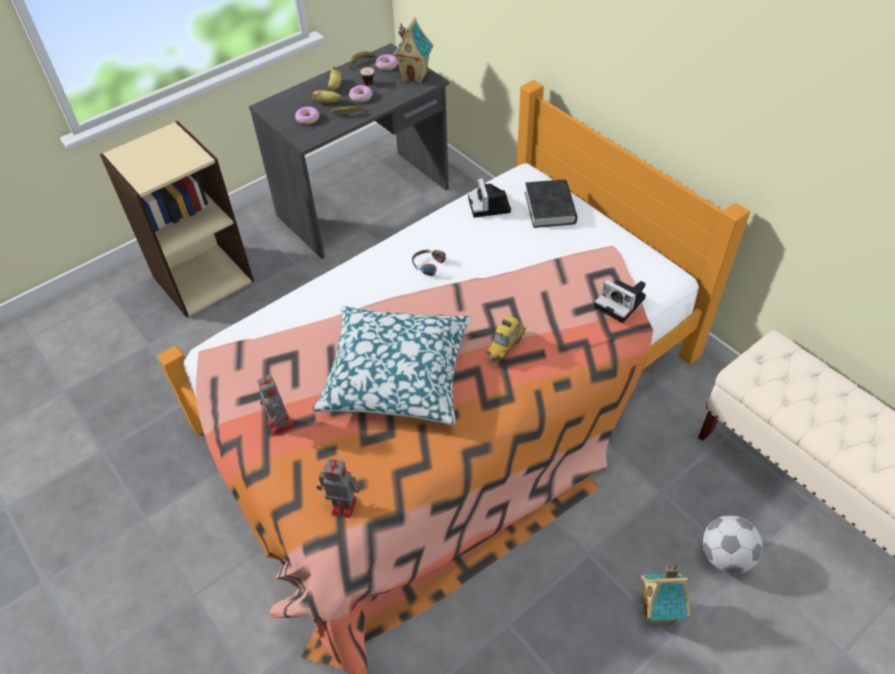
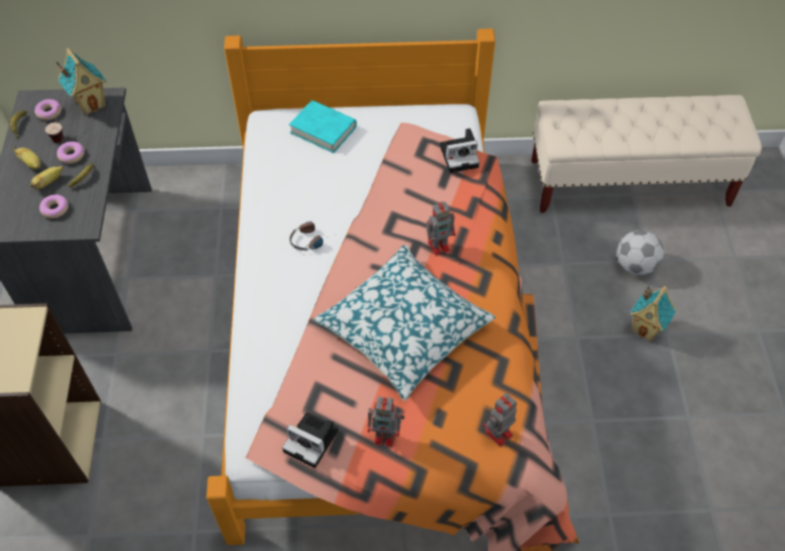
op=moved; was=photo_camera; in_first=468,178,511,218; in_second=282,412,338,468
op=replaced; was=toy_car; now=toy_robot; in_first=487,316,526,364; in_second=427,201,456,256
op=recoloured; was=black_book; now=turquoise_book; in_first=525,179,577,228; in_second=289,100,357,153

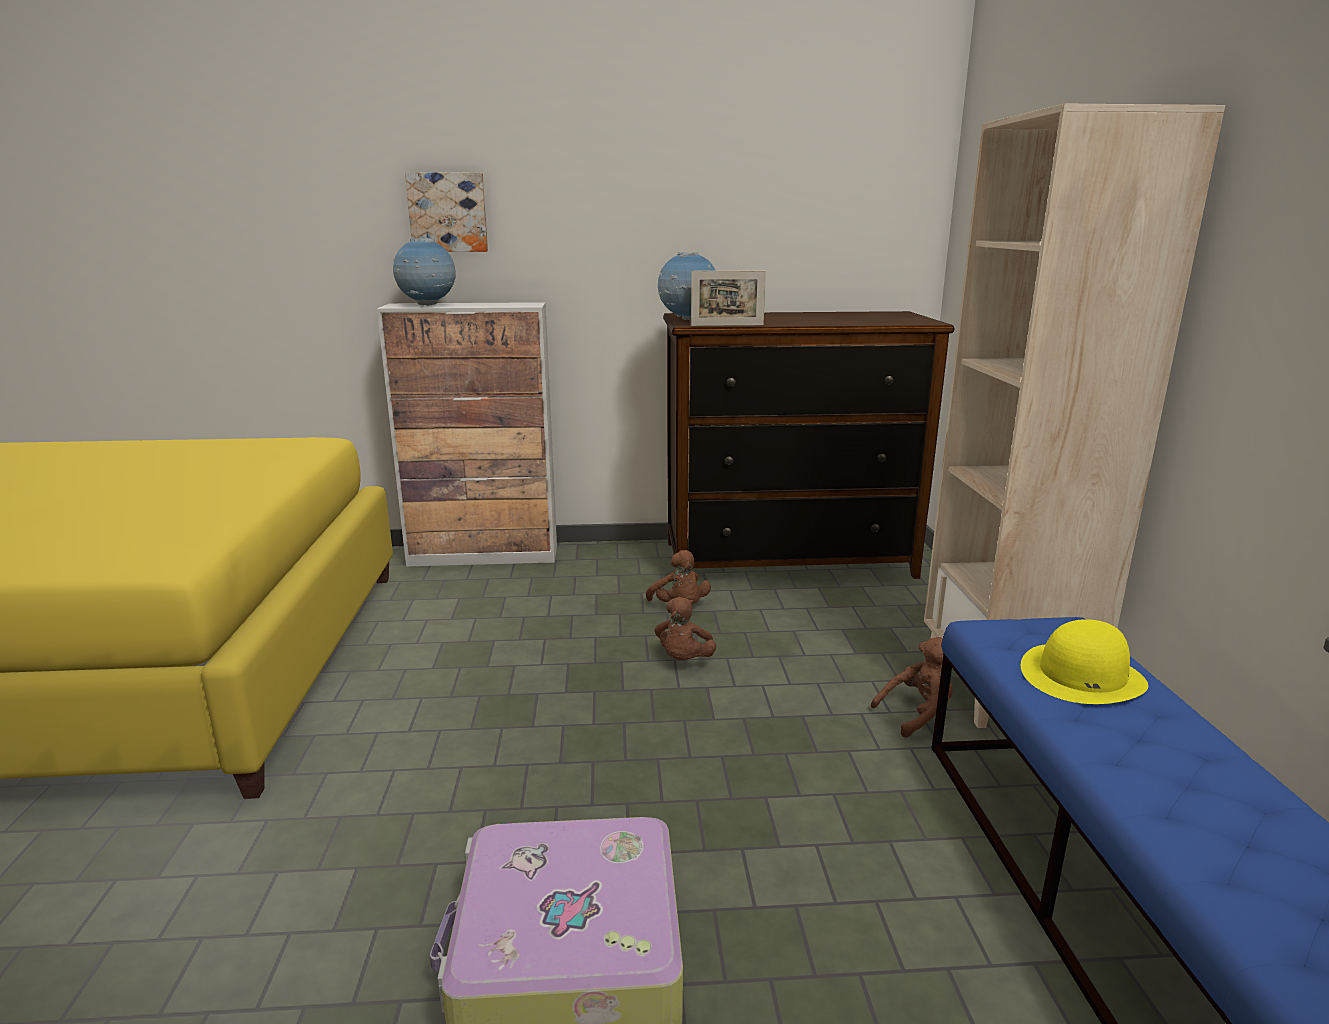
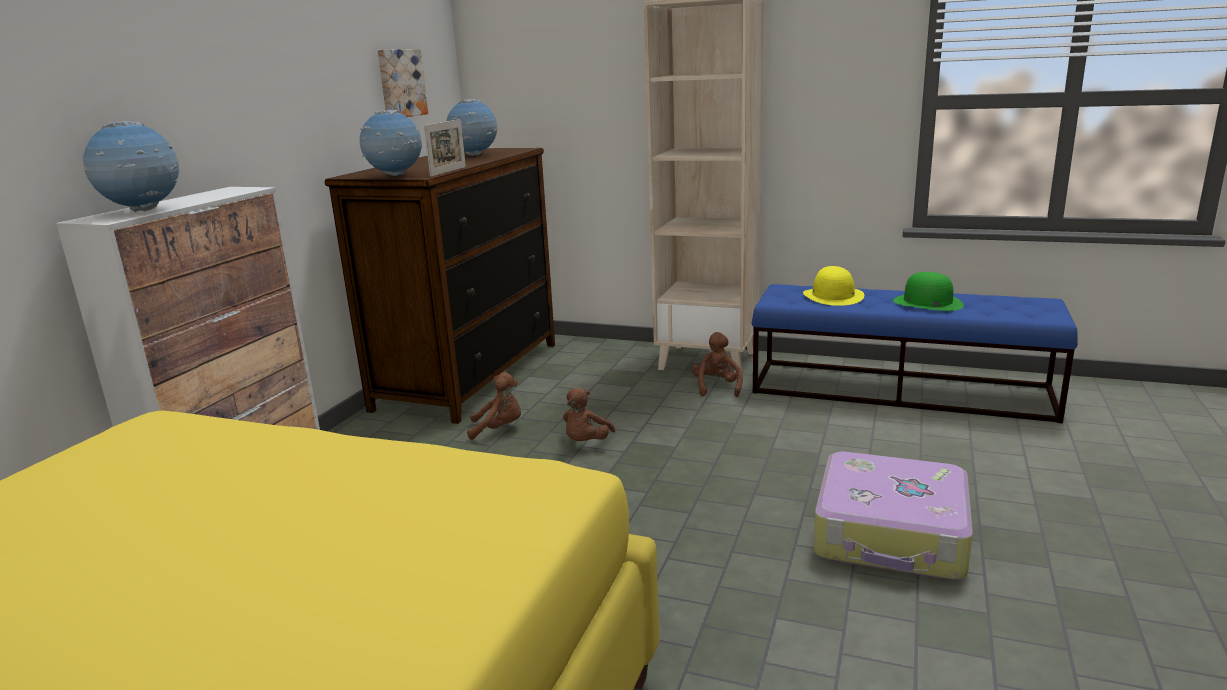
op=added; now=globe; in_second=446,99,498,156
op=added; now=green_hat; in_second=893,272,964,311
op=moved; was=picture; in_first=405,172,488,252; in_second=377,49,428,117
op=turned; was=brown_plush_toy; in_first=654,597,716,660; in_second=563,388,615,441; clockwise=75

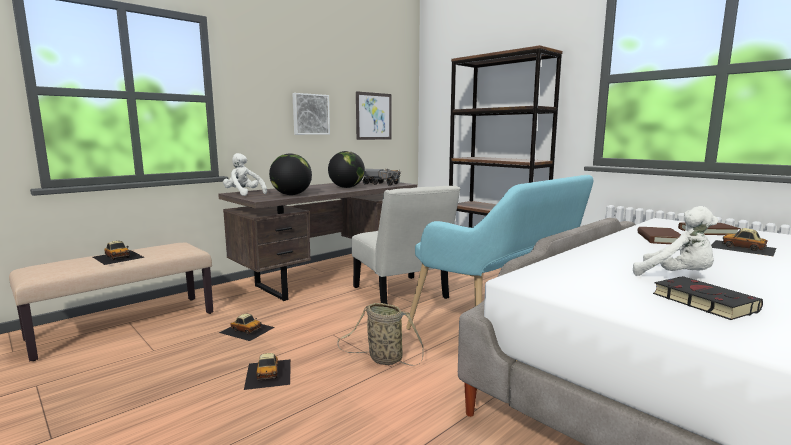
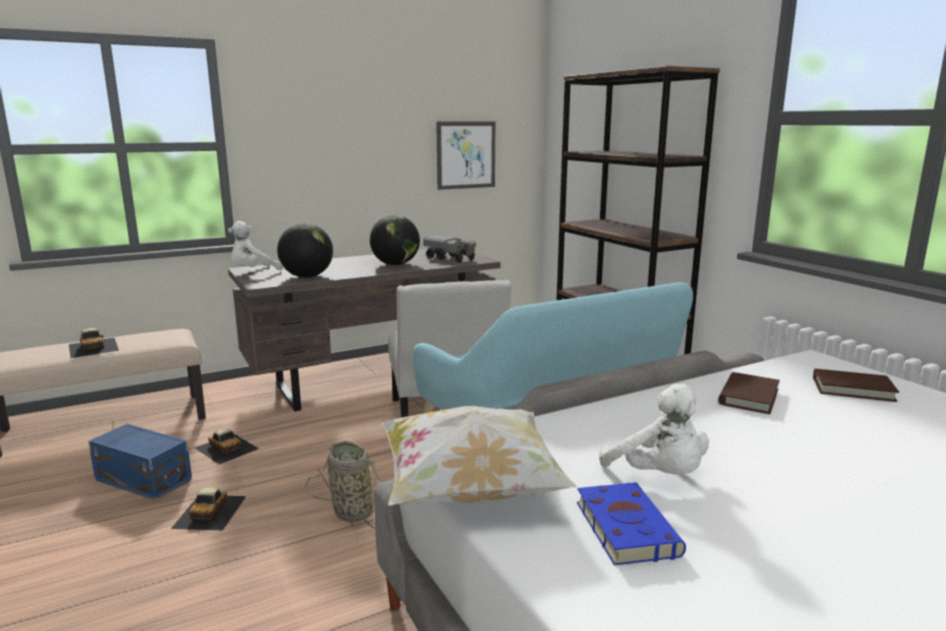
op=removed; was=picture; in_first=292,93,330,135
op=removed; was=toy_car; in_first=711,228,776,256
op=added; now=blue_storage_box; in_second=88,424,192,501
op=added; now=pillow; in_second=381,406,577,505
op=recoloured; was=black_book; now=blue_book; in_first=653,276,763,320; in_second=577,482,686,565
op=turned; was=white_plush_toy; in_first=223,153,267,196; in_second=228,221,283,270; clockwise=-90

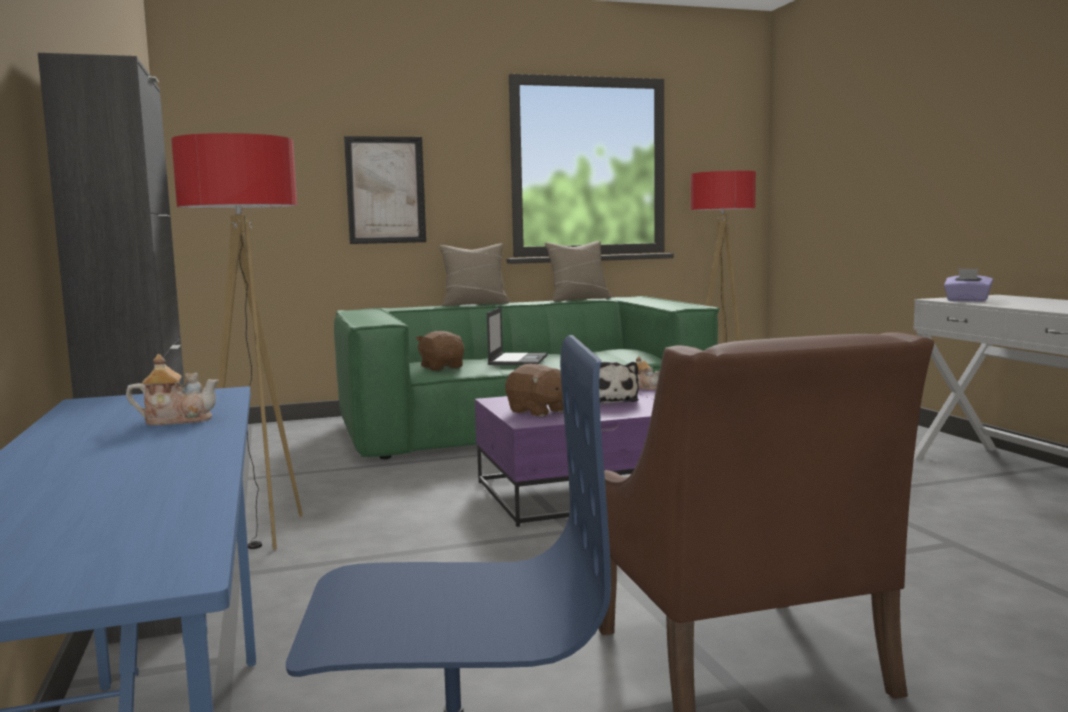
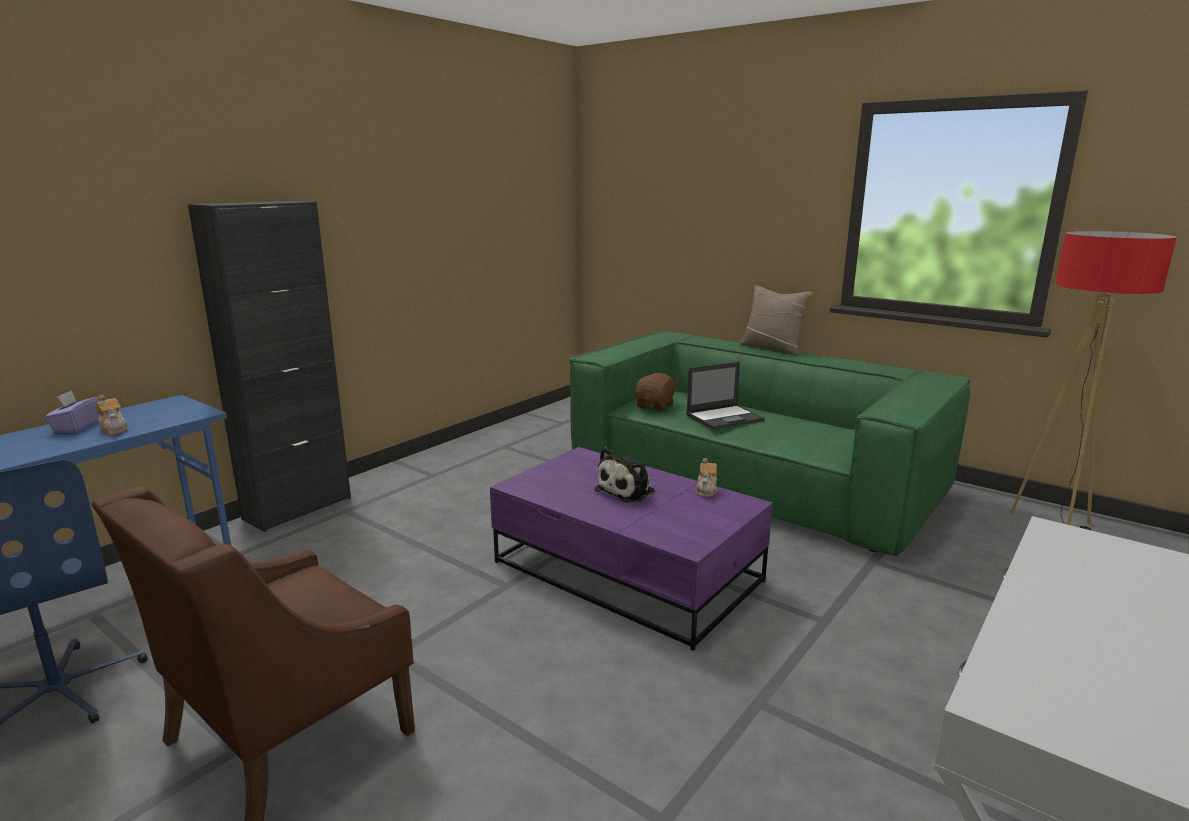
op=removed; was=floor_lamp; in_first=171,133,303,550
op=removed; was=picture; in_first=344,136,426,244
op=removed; was=brown_plush_toy; in_first=505,364,563,417
op=removed; was=beige_pillow; in_first=545,241,611,302
op=moved; was=purple_tissue_box; in_first=944,268,993,302; in_second=44,391,99,433

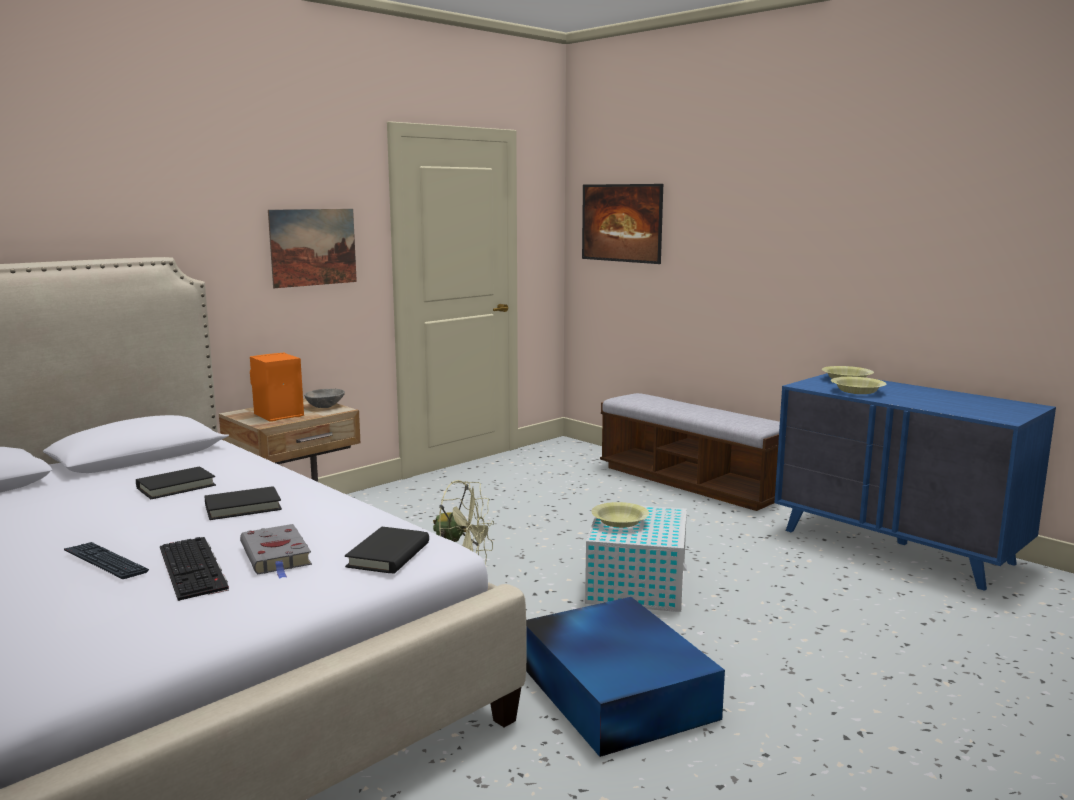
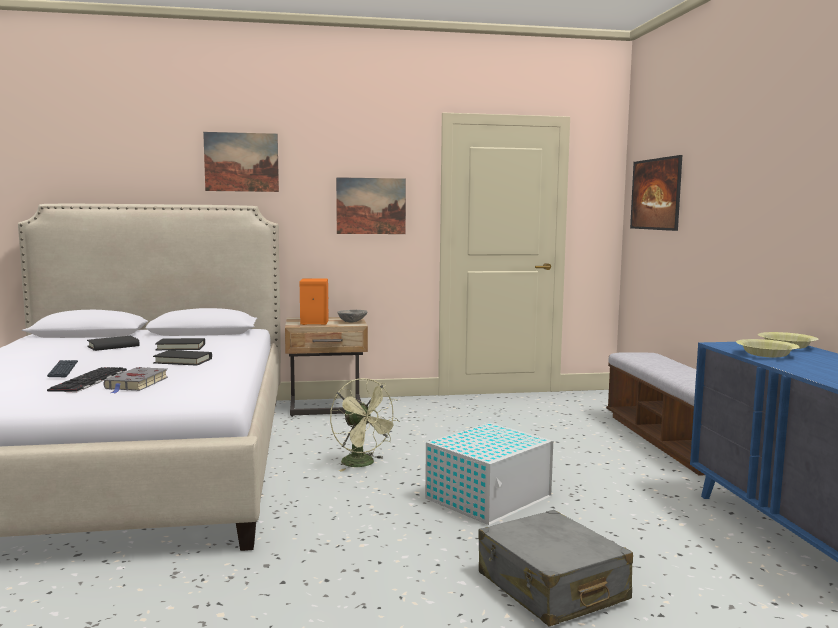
op=removed; was=blue_storage_box; in_first=526,597,725,757
op=removed; was=yellow_bowl; in_first=591,502,649,528
op=added; now=picture; in_second=203,132,279,192
op=added; now=grey_suitcase; in_second=478,510,633,627
op=moved; was=black_book; in_first=345,527,429,574; in_second=87,336,140,351

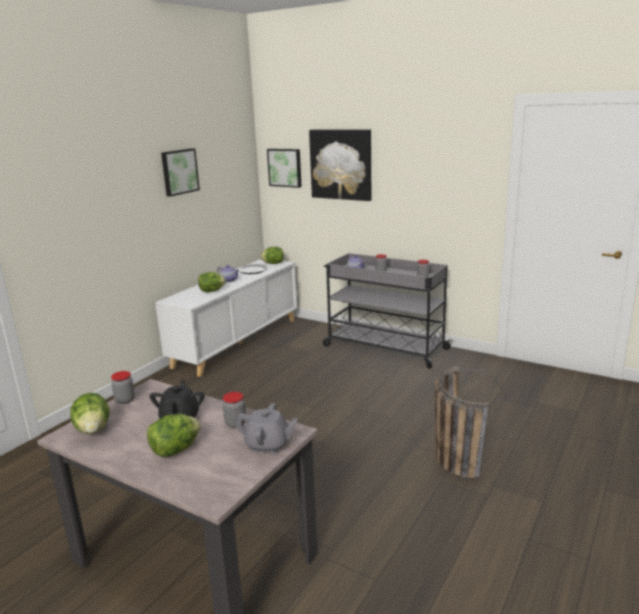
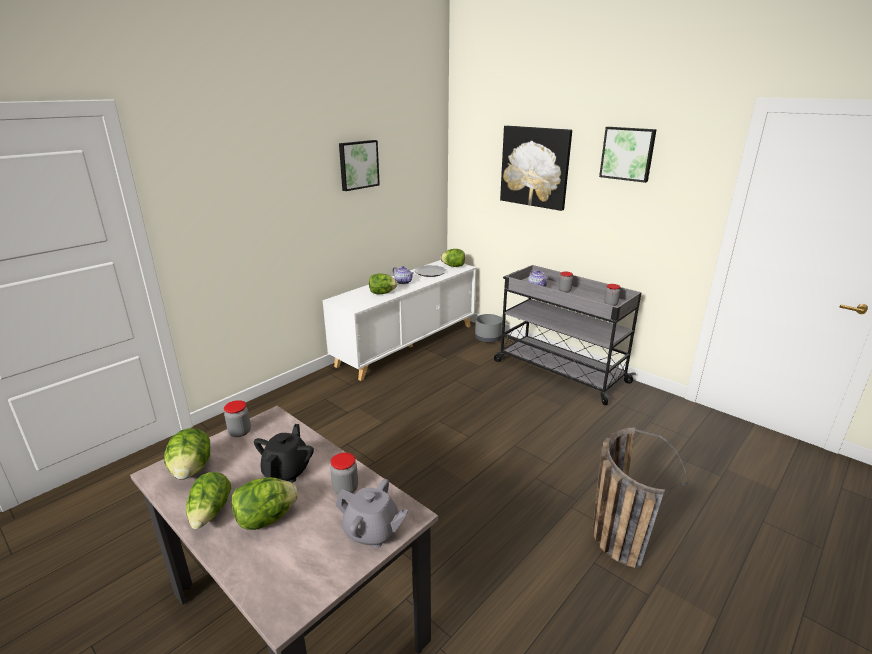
op=added; now=lettuce; in_second=186,472,231,529
op=added; now=grey_planter; in_second=475,314,502,343
op=moved; was=picture; in_first=267,149,302,188; in_second=599,127,657,183

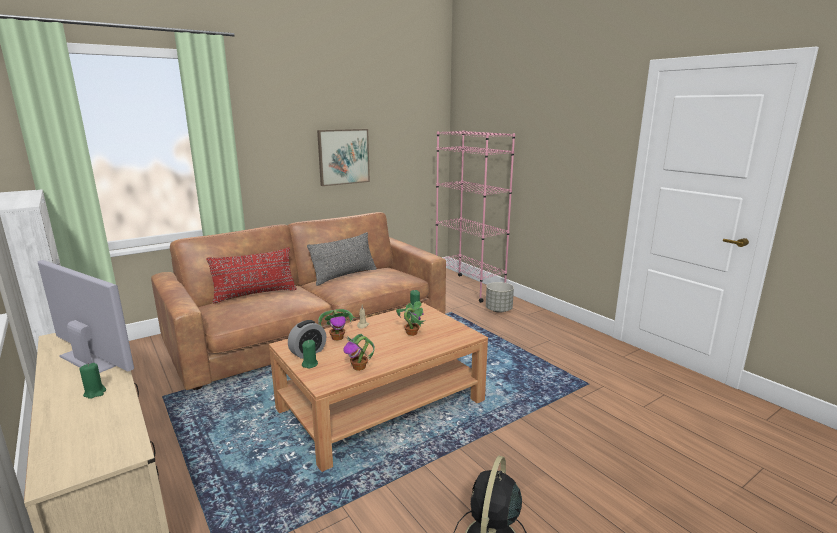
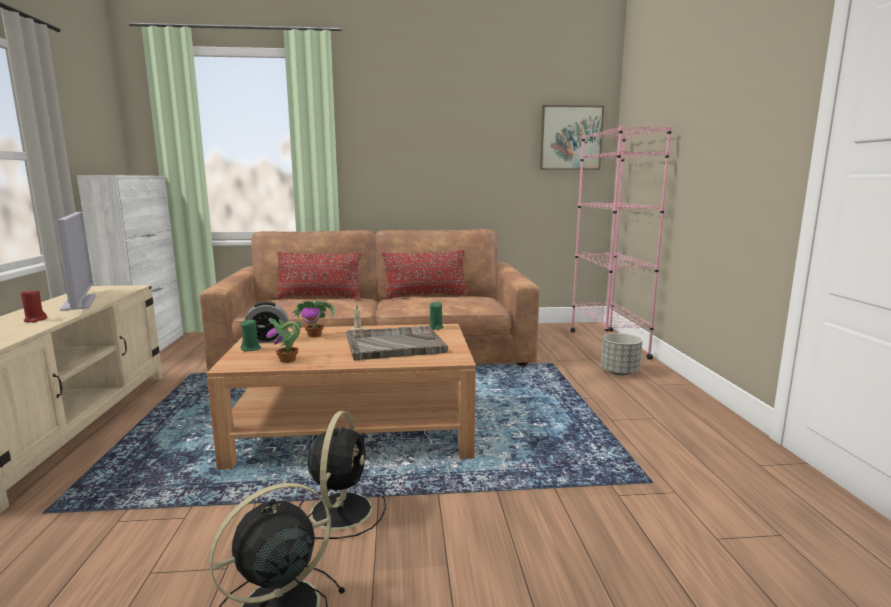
op=added; now=black_fan; in_second=299,411,386,539
op=moved; was=picture; in_first=317,129,370,186; in_second=539,105,604,170
op=replaced; was=potted_plant; now=grey_tray; in_first=396,301,424,336; in_second=346,326,448,361
op=recoloured; was=green_candle; now=red_candle; in_first=80,363,106,399; in_second=21,290,47,322
op=recoloured; was=grey_pillow; now=red_pillow; in_first=307,232,377,286; in_second=382,249,469,299

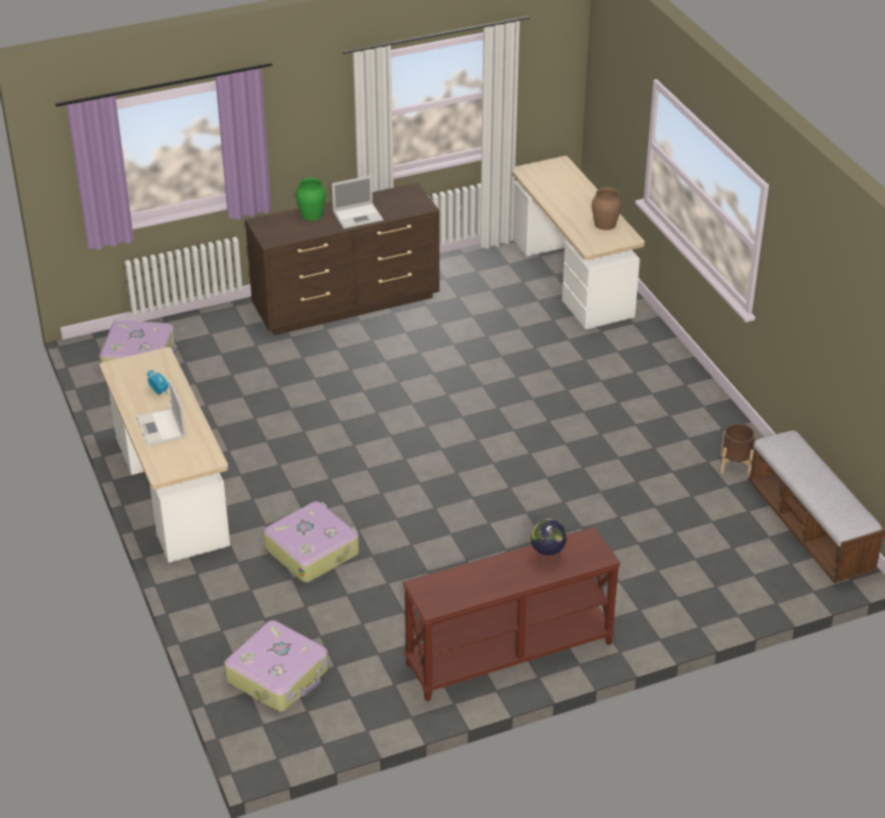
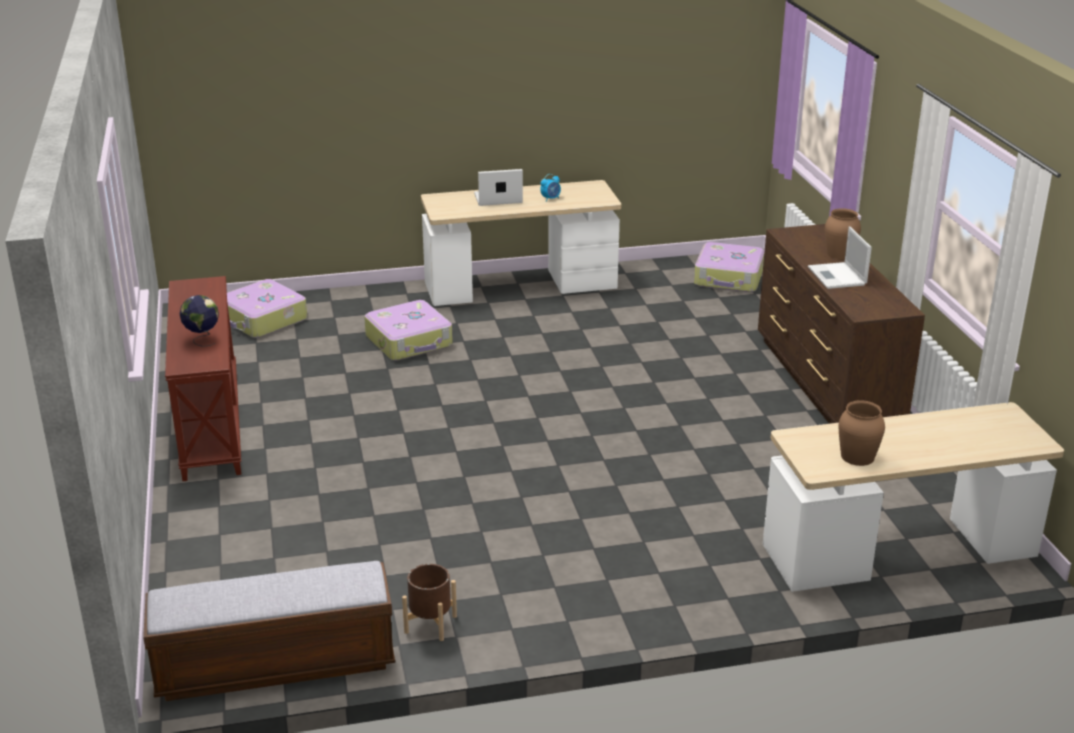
op=recoloured; was=green_vase; now=brown_vase; in_first=296,178,326,221; in_second=825,208,861,259

